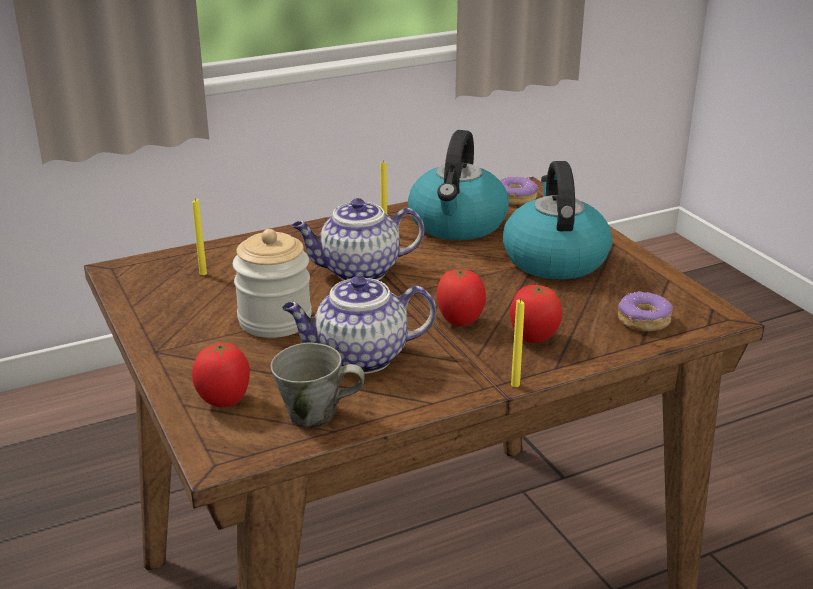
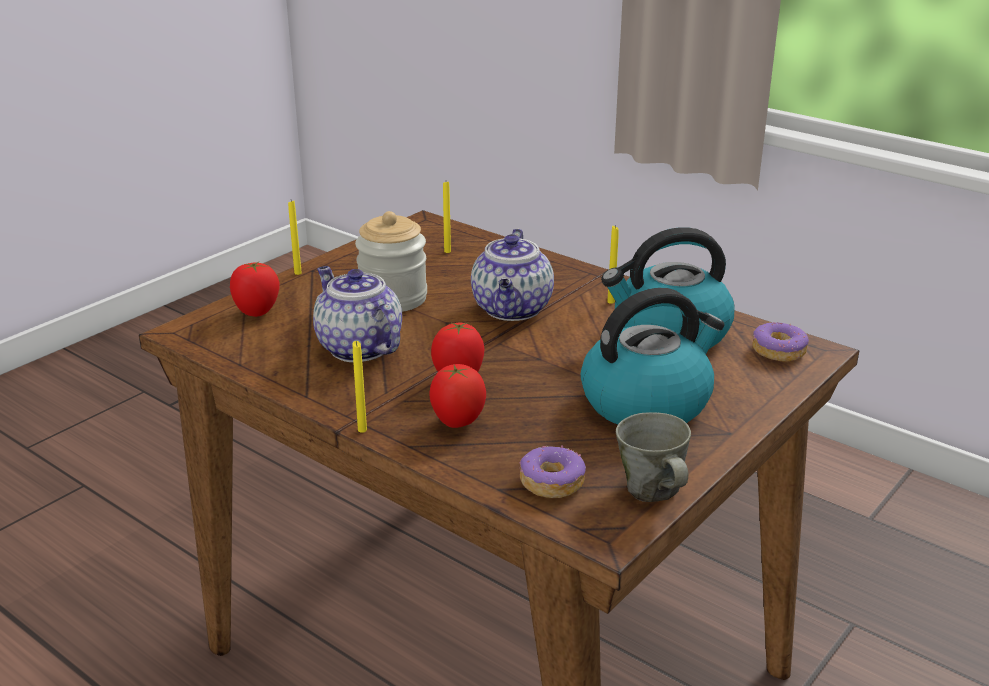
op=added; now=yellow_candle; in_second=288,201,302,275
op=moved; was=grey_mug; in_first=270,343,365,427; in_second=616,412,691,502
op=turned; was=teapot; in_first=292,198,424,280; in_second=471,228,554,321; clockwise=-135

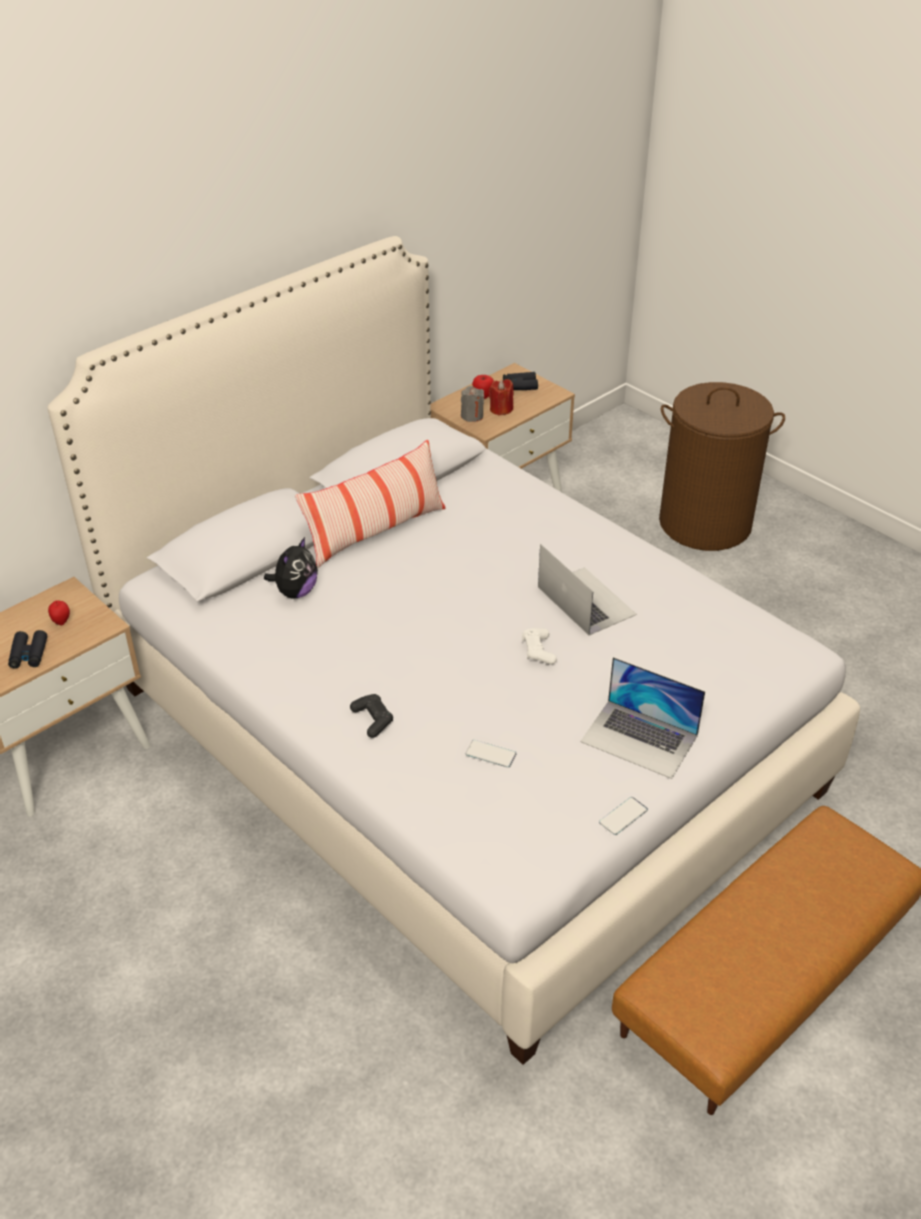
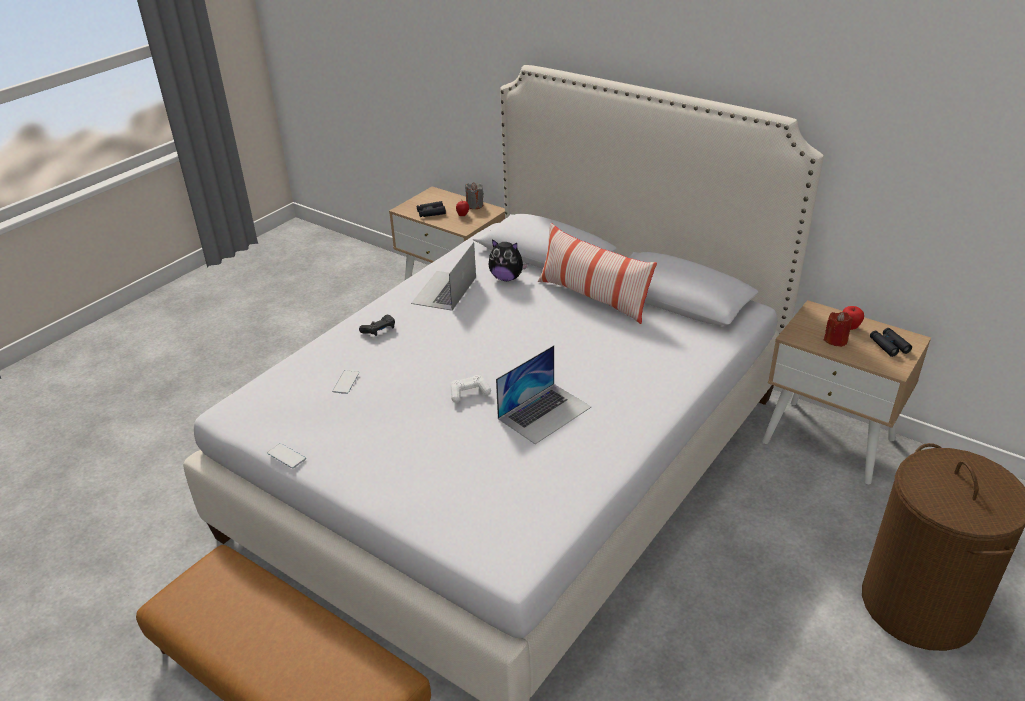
op=moved; was=grey_candle; in_first=461,386,484,422; in_second=465,182,484,209
op=moved; was=laptop; in_first=580,657,705,779; in_second=411,242,476,311

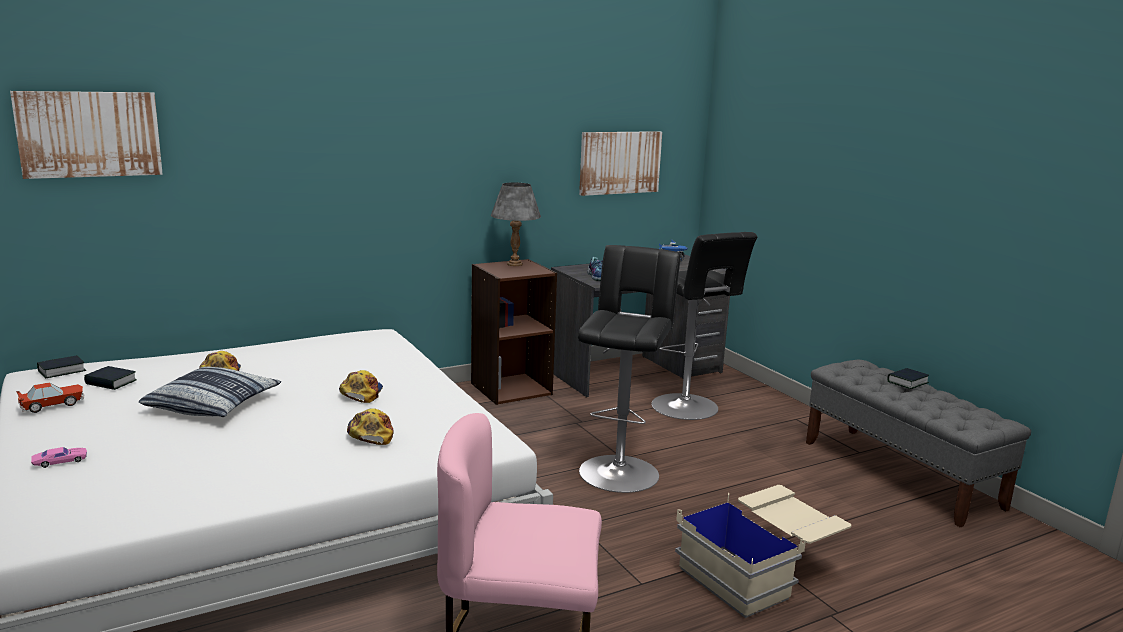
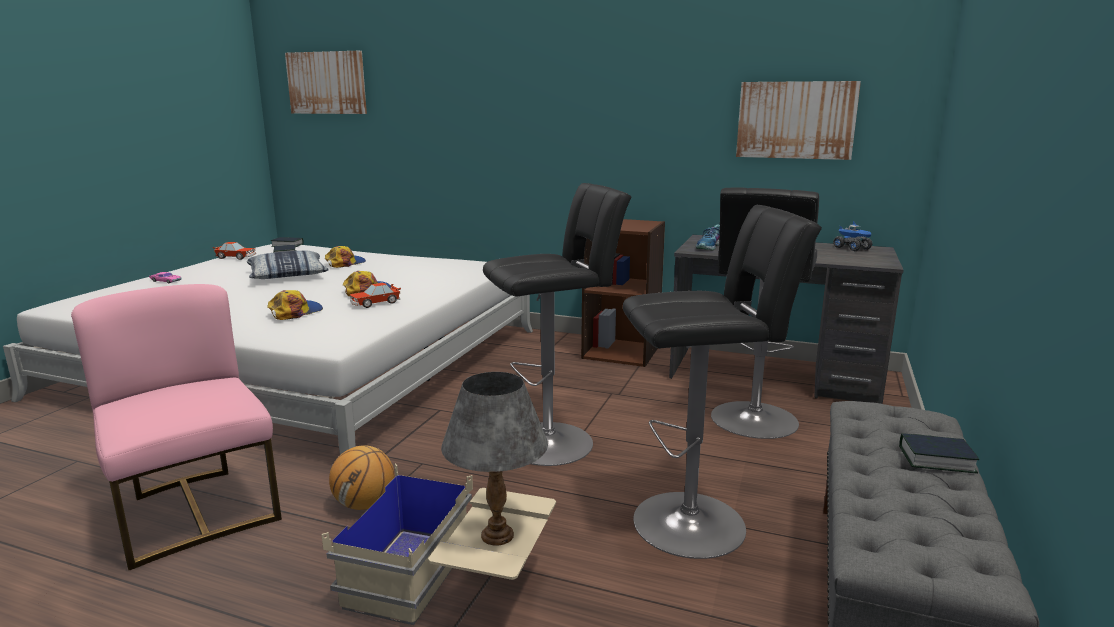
op=added; now=basketball; in_second=329,445,394,510
op=added; now=toy_car; in_second=350,283,401,308
op=added; now=black_stool; in_second=623,205,822,559
op=moved; was=grey_table_lamp; in_first=491,182,541,266; in_second=441,372,548,546

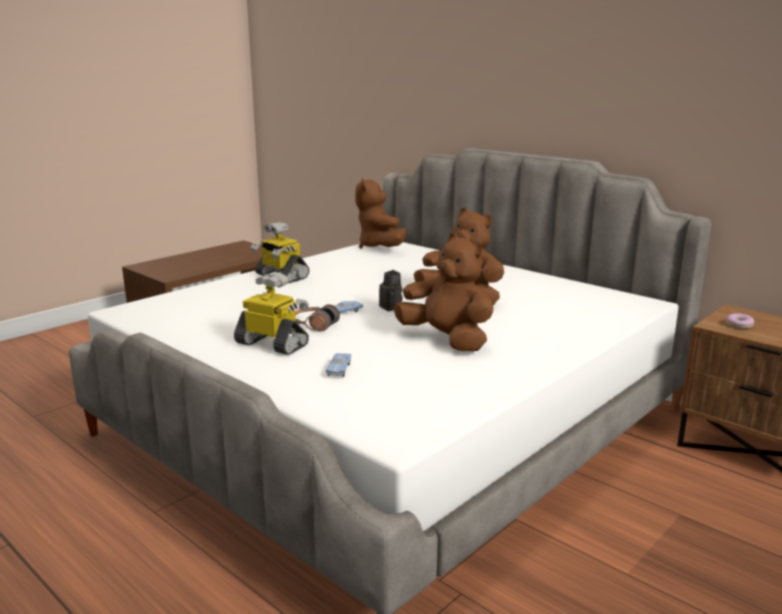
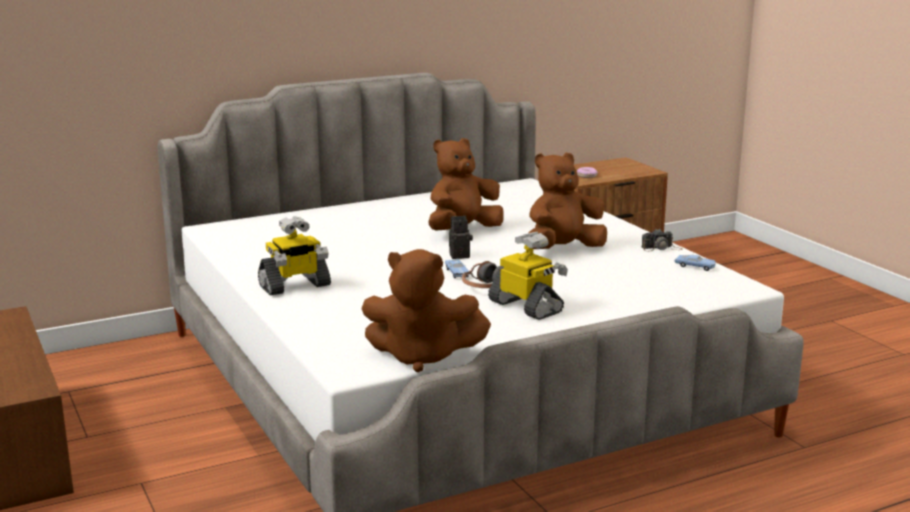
op=added; now=photo_camera; in_second=642,229,682,251
op=moved; was=blue_toy_car; in_first=326,353,351,377; in_second=674,255,716,271
op=moved; was=brown_plush_toy; in_first=355,178,407,249; in_second=361,249,491,372
op=turned; was=toy_robot; in_first=234,271,309,355; in_second=488,232,568,320; clockwise=90

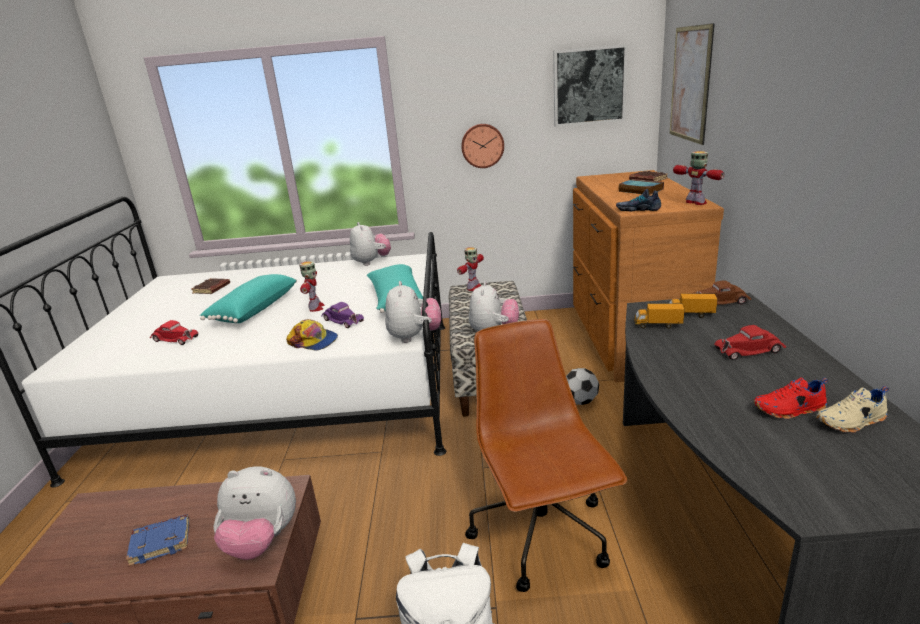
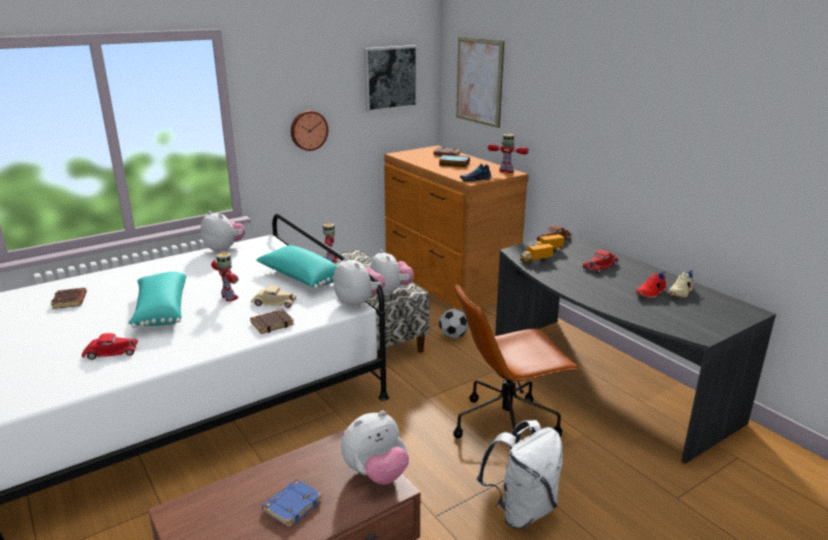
op=replaced; was=cap; now=brown_book; in_first=286,319,338,350; in_second=250,309,294,334
op=recoloured; was=purple_toy_car; now=beige_toy_car; in_first=321,302,364,328; in_second=251,286,297,308
op=turned; was=brown_office_chair; in_first=465,319,627,592; in_second=453,285,580,438; clockwise=-60

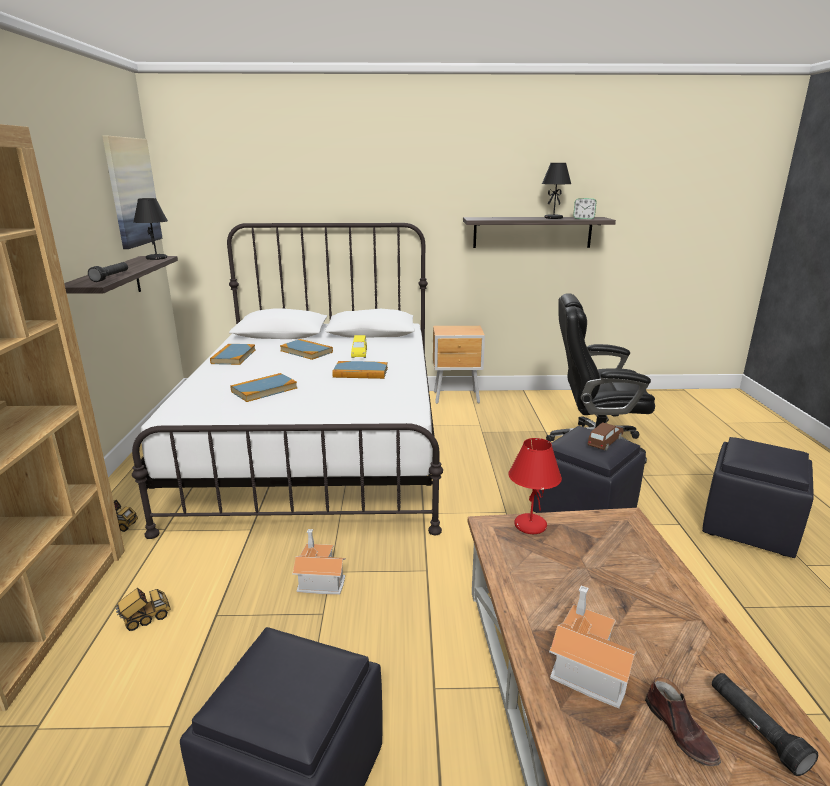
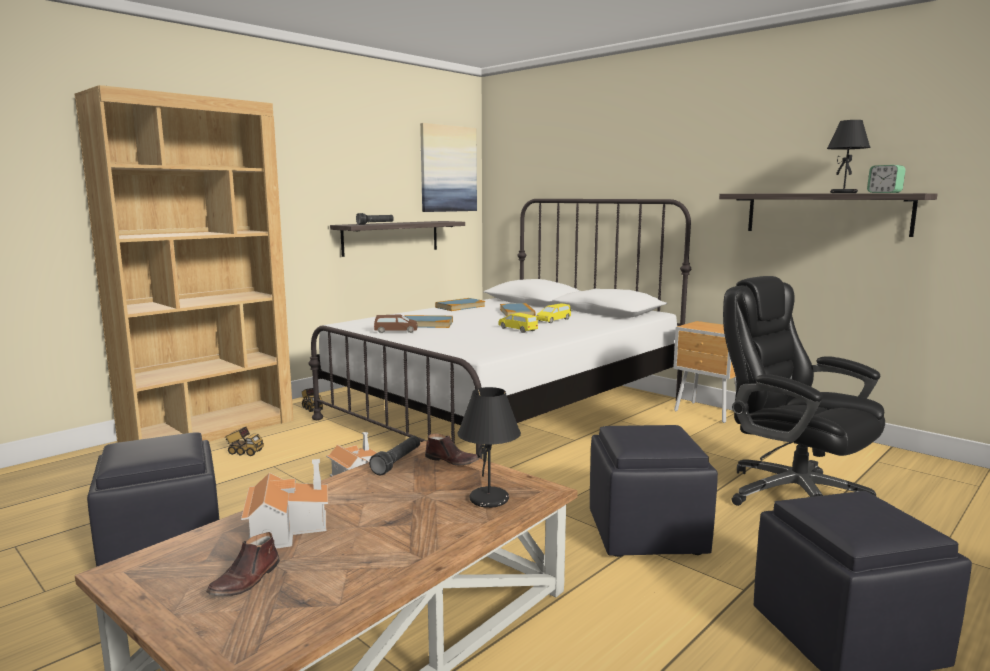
op=moved; was=black_table_lamp; in_first=133,198,168,260; in_second=457,387,521,508
op=moved; was=brown_toy_car; in_first=588,422,623,451; in_second=374,314,418,333
op=moved; was=black_flashlight; in_first=712,673,818,776; in_second=369,436,420,475
op=replaced; was=book; now=yellow_toy_car; in_first=332,361,388,379; in_second=498,313,538,333
op=replaced; was=red_table_lamp; now=brown_shoe; in_first=508,438,562,534; in_second=425,434,479,466

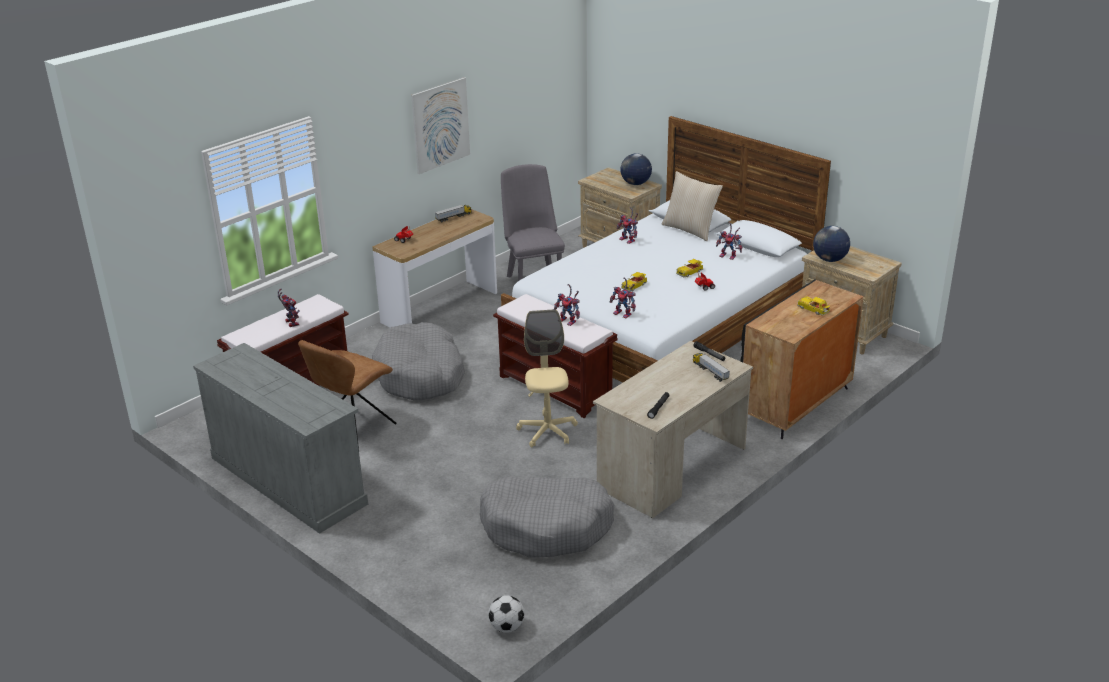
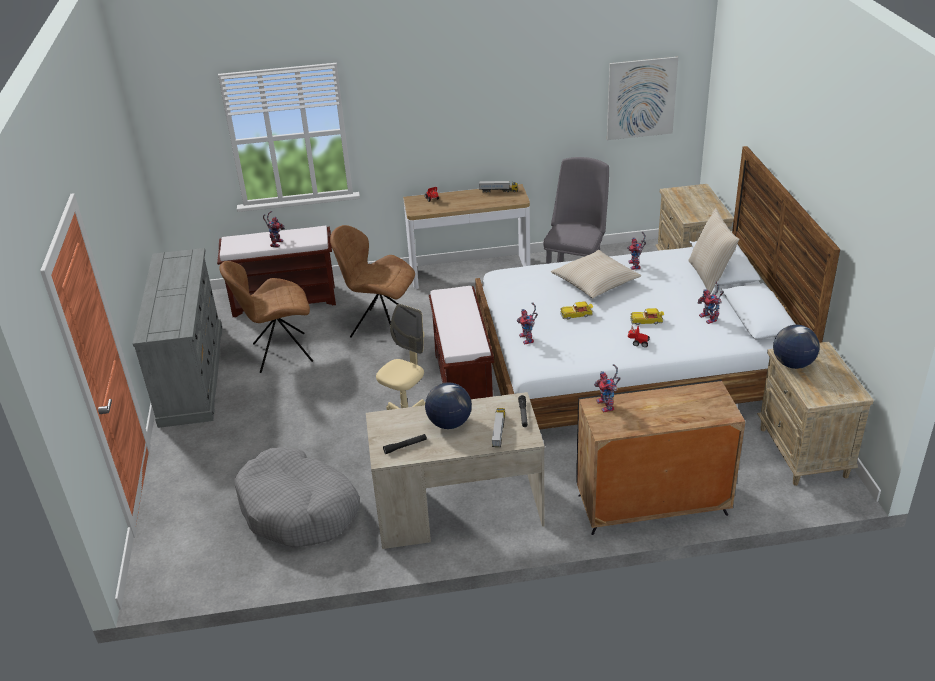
op=removed; was=football; in_first=488,595,525,633
op=removed; was=toy_car; in_first=797,296,830,316
op=added; now=beige_pillow; in_second=551,250,641,299
op=moved; was=picture; in_first=411,77,470,174; in_second=607,57,678,140
op=moved; was=toy_robot; in_first=554,284,580,326; in_second=594,364,620,413
op=moved; was=globe; in_first=620,153,652,185; in_second=425,382,472,429
op=replaced; was=grey_dog_bed; now=brown_chair; in_first=372,322,465,401; in_second=330,225,415,345

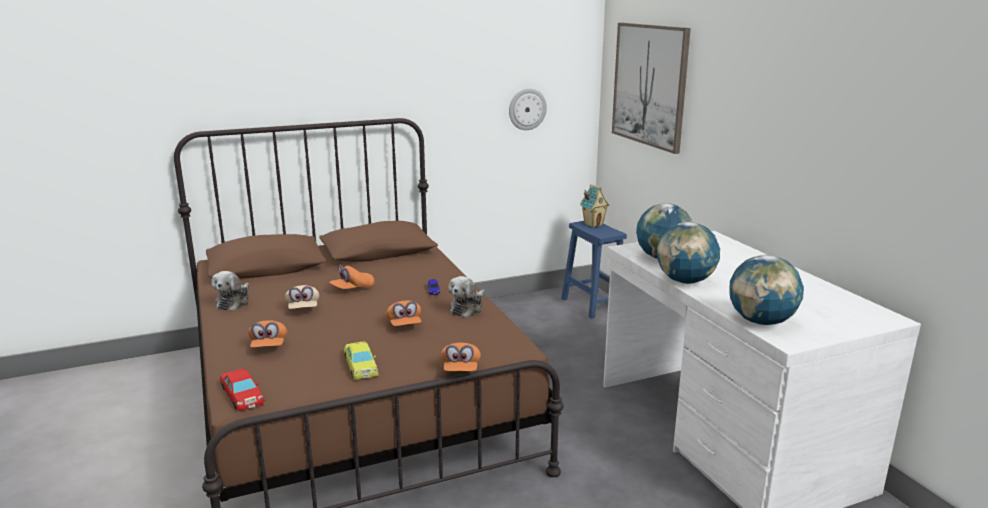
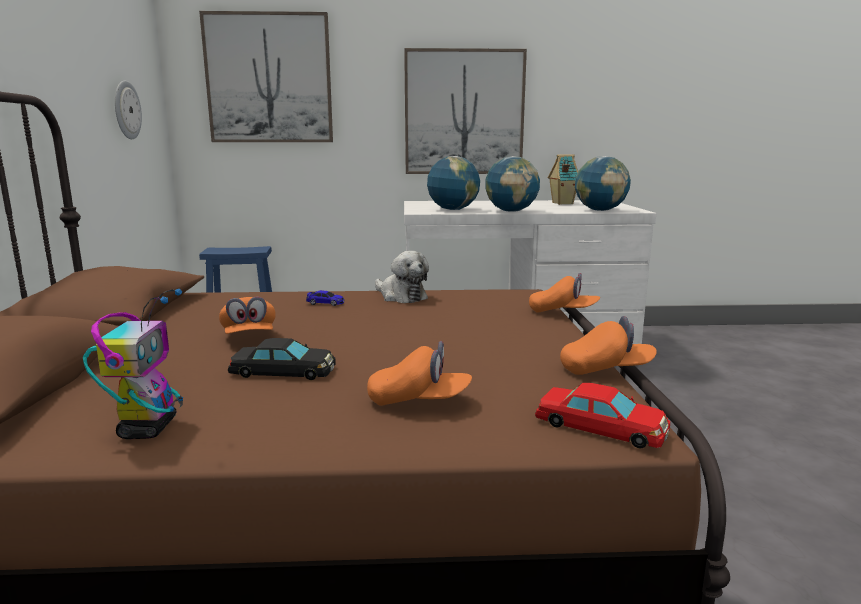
op=removed; was=yellow_toy_car; in_first=344,341,379,380
op=added; now=picture; in_second=404,48,527,174
op=moved; was=orange_cap; in_first=386,301,421,326; in_second=560,316,657,375
op=moved; was=toy_house; in_first=580,184,610,227; in_second=548,154,579,205
op=replaced; was=plush_toy; now=toy_robot; in_first=211,271,249,310; in_second=83,289,183,439
op=replaced; was=beige_cap; now=black_toy_car; in_first=285,285,319,309; in_second=228,338,336,380
op=turned; was=red_toy_car; in_first=220,368,265,411; in_second=535,383,670,448; clockwise=45

